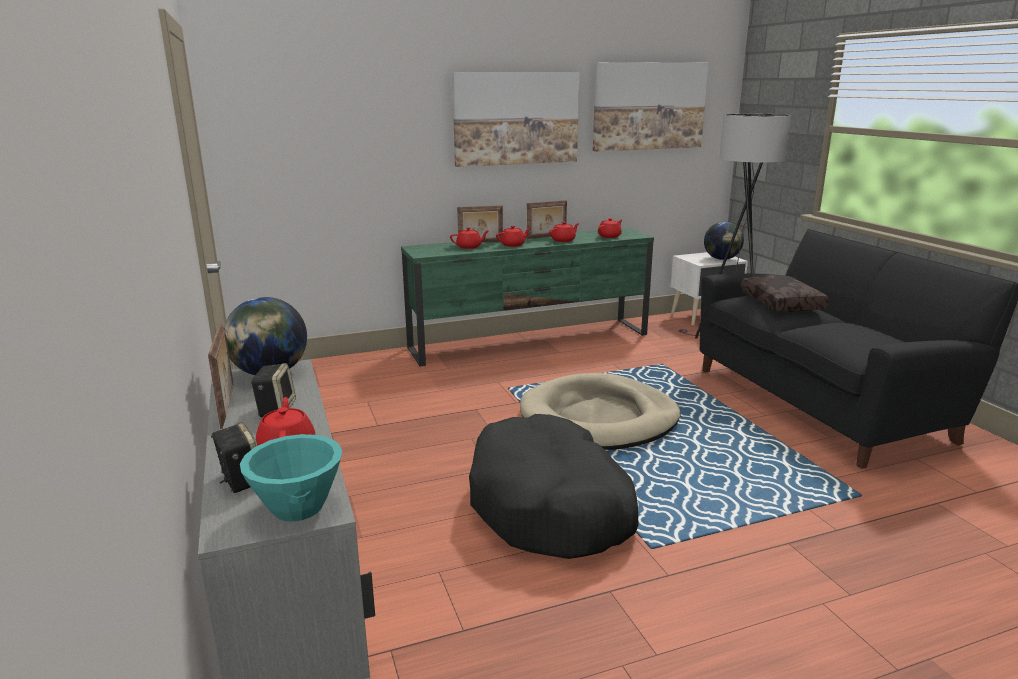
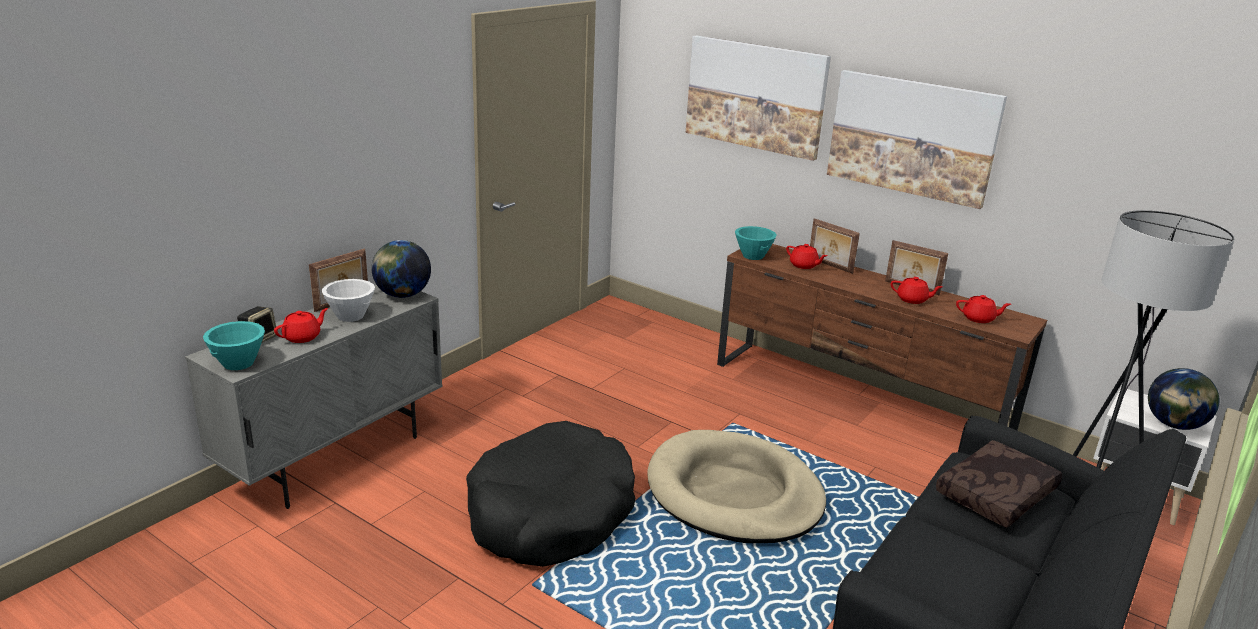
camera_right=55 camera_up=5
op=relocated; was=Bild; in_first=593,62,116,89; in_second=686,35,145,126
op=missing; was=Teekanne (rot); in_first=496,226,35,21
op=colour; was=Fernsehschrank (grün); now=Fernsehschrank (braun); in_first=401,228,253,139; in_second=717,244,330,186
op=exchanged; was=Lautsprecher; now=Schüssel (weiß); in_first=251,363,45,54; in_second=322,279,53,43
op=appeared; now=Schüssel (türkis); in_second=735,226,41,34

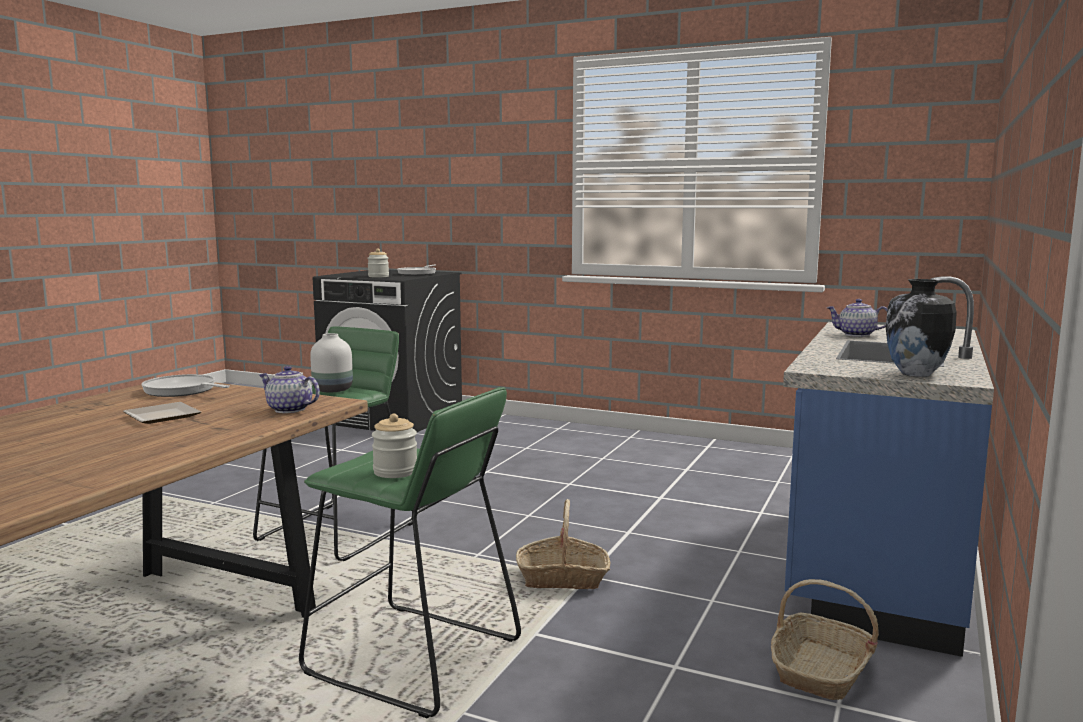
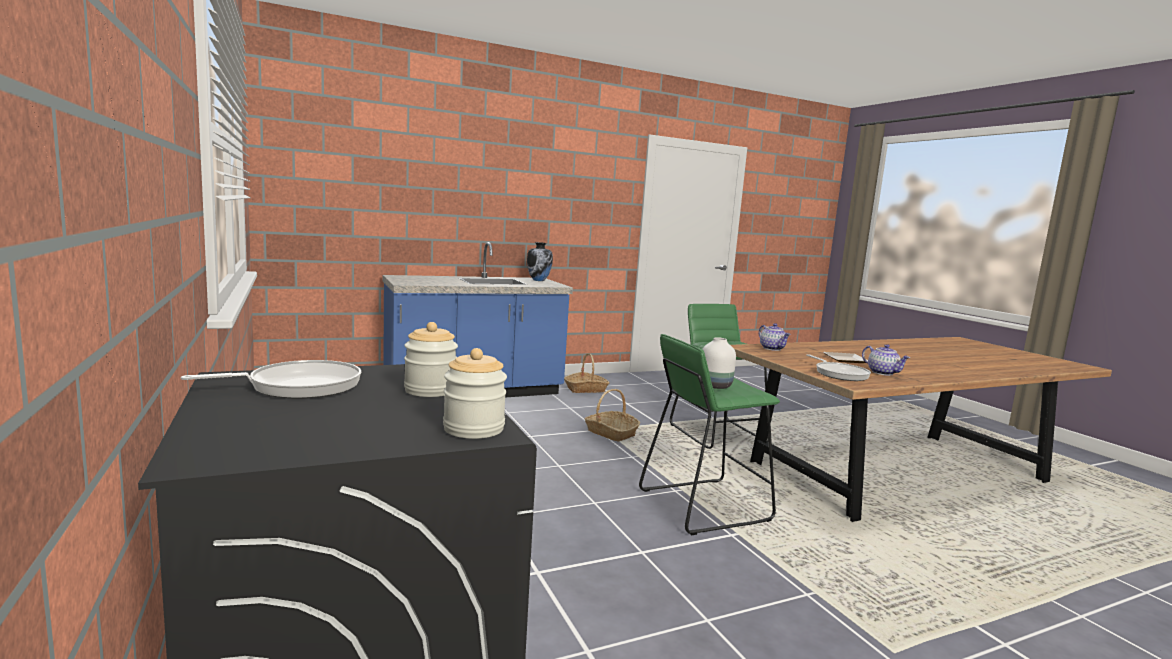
camera_right=-140 camera_up=0
op=relocated; was=Teekanne; in_first=826,299,61,38; in_second=862,344,48,32
op=relocated; was=Vorratsglas; in_first=372,414,45,64; in_second=443,348,64,91

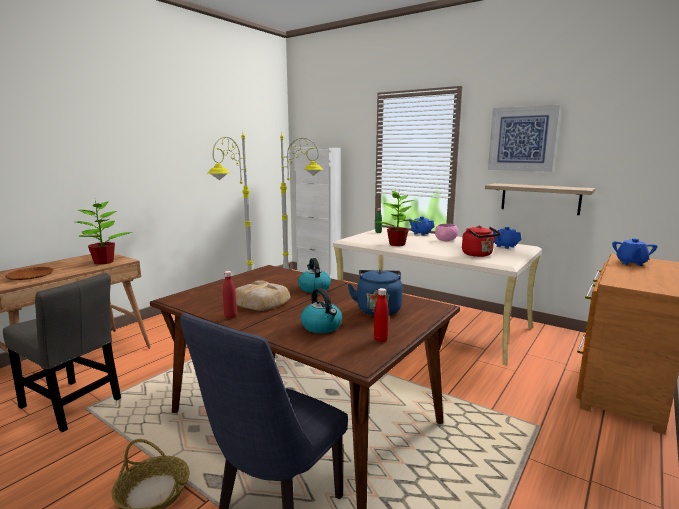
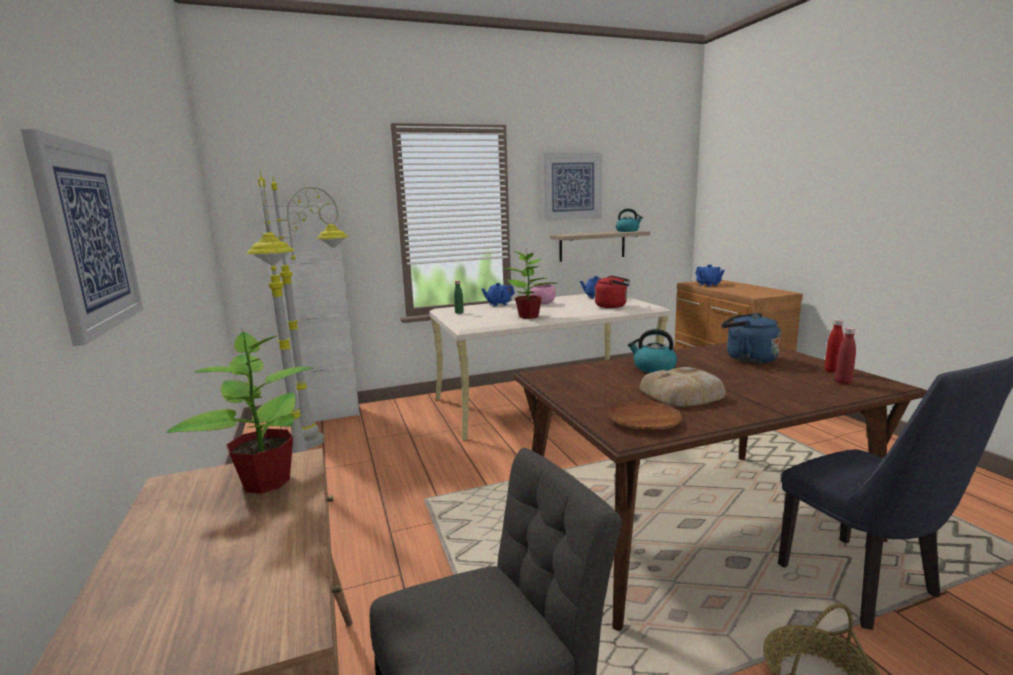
camera_right=-55 camera_up=0
op=relocated; was=Teller (braun); in_first=5,267,49,13; in_second=609,400,74,31
op=relocated; was=Flasche (rot); in_first=223,271,14,47; in_second=835,327,21,57
op=relocated; was=Wasserkessel; in_first=301,288,41,45; in_second=616,209,27,23
op=appeared; now=Bild; in_second=21,129,122,217

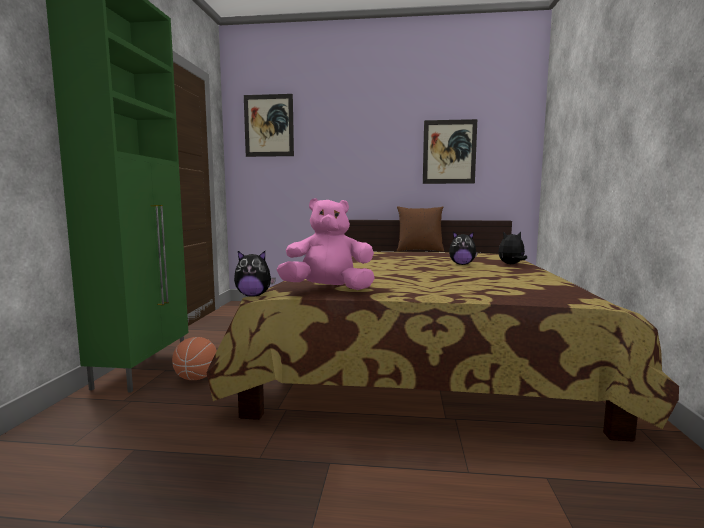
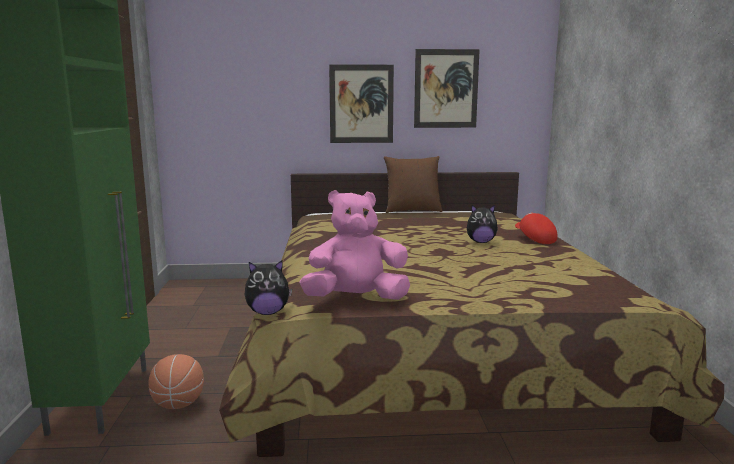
camera_right=-10 camera_up=5
op=relocated; was=Bild; in_first=244,94,50,63; in_second=329,64,65,79
op=exchanged; was=Plüschtier; now=Kappe (rot); in_first=498,232,29,32; in_second=515,213,42,31

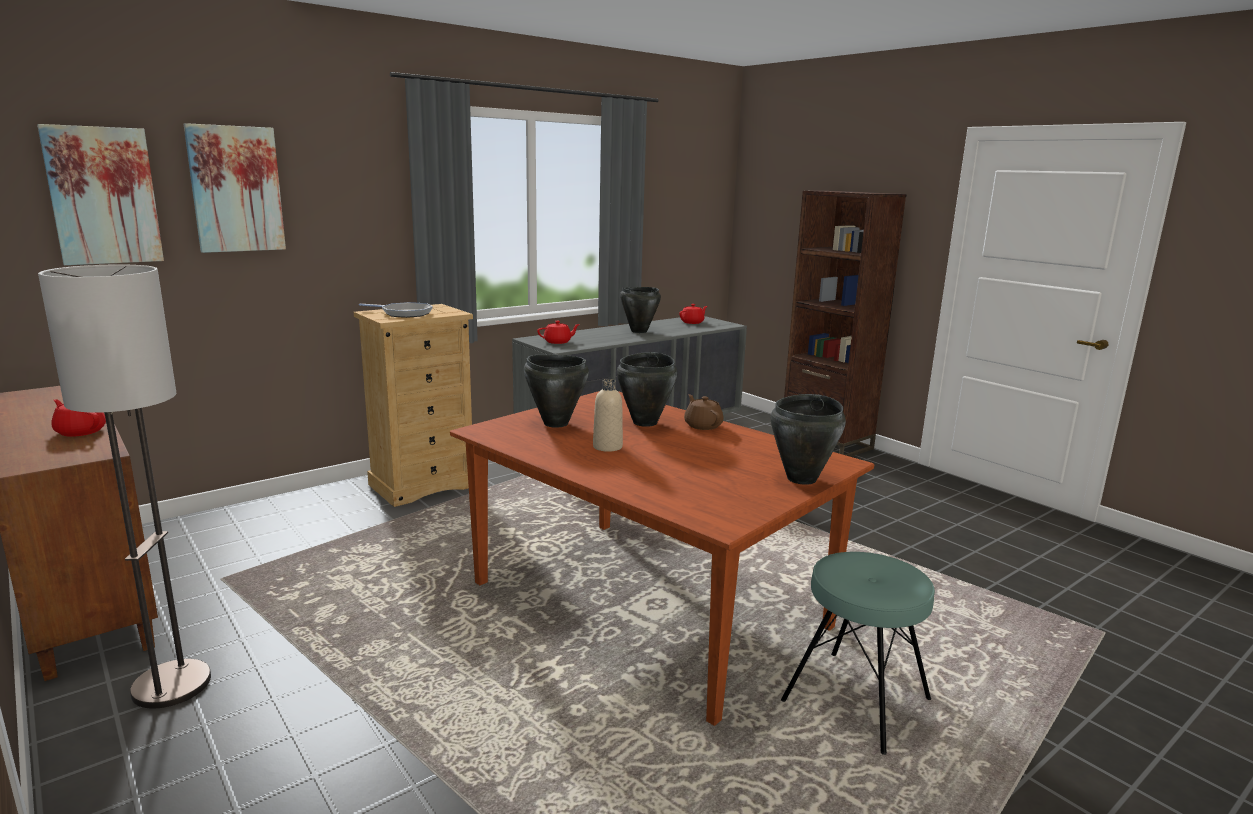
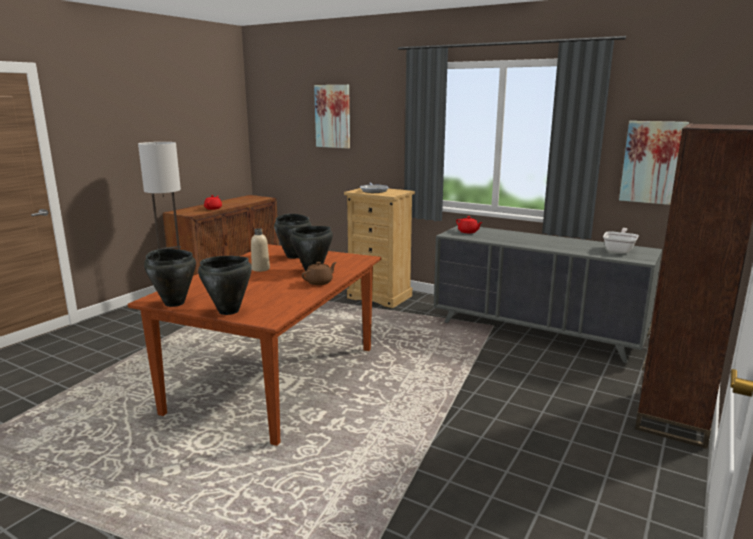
camera_right=70 camera_up=0
op=relocated; was=Bild; in_first=37,124,127,141; in_second=619,121,70,84
op=relocated; was=Kochtopf (schwarz); in_first=620,287,41,46; in_second=144,249,52,58
op=exchanged; was=Teekanne (rot); now=Pfanne; in_first=679,304,28,20; in_second=603,228,36,25
op=missing; was=Hocker (türkis); in_first=781,552,154,203

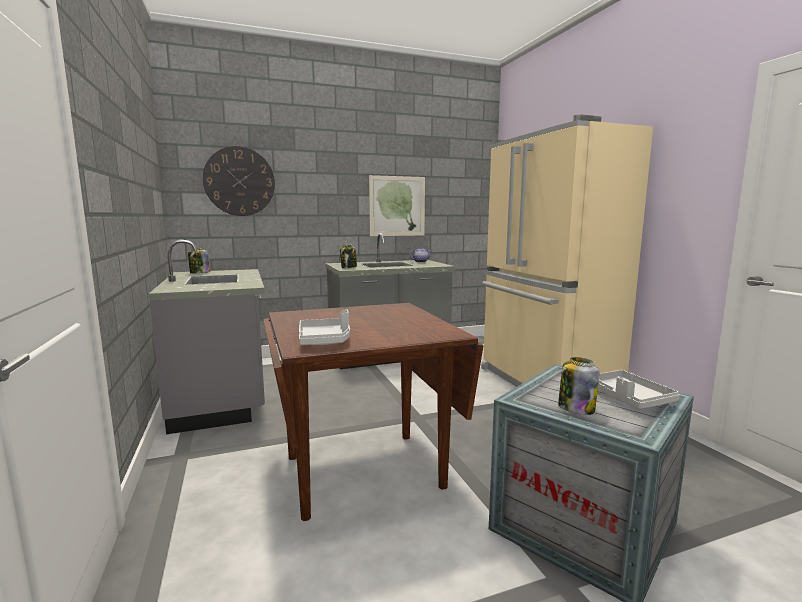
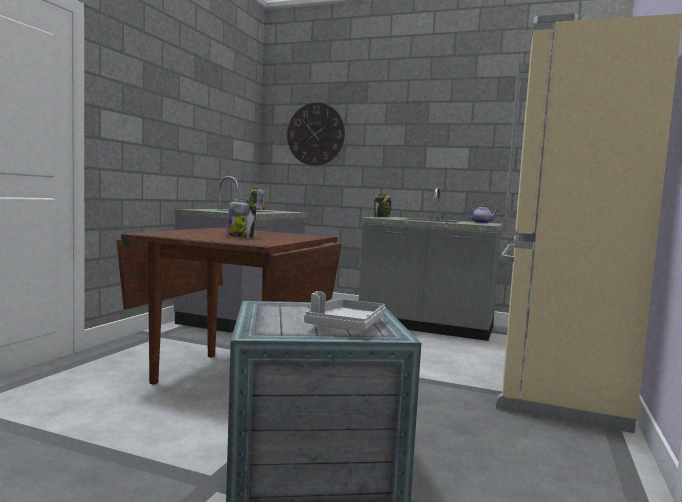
camera_right=40 camera_up=-5
op=missing; was=Bild; in_first=369,175,56,61
op=missing; was=Tablett (grau); in_first=299,310,51,35
op=relocated; was=Vorratsglas; in_first=558,357,41,58; in_second=226,199,30,39

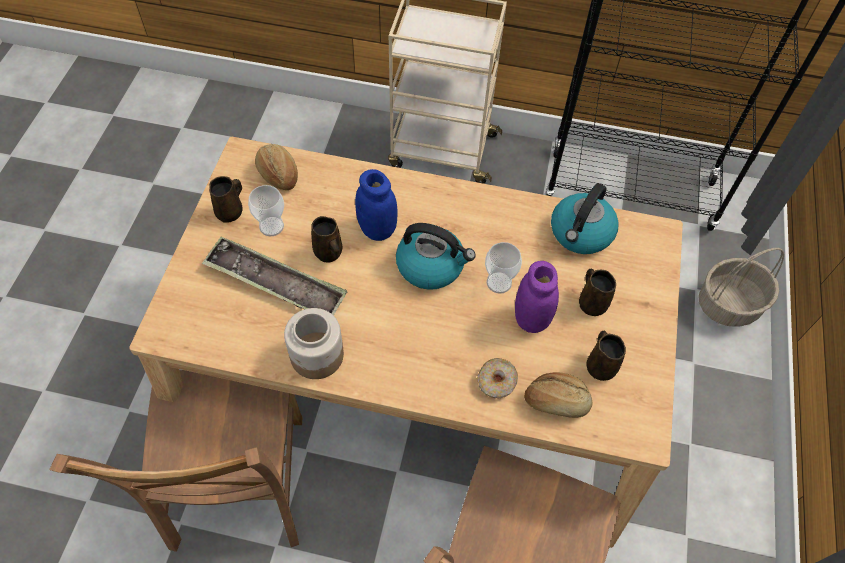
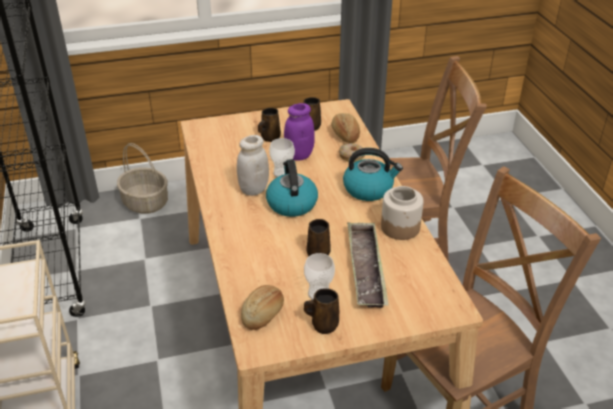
camera_right=-115 camera_up=-20
op=missing; was=Vorratsglas (blau); in_first=355,169,42,72
op=relocated; was=Wasserkessel; in_first=551,183,68,71; in_second=343,148,60,53
op=appeared; now=Vorratsglas (weiß); in_second=237,135,32,61

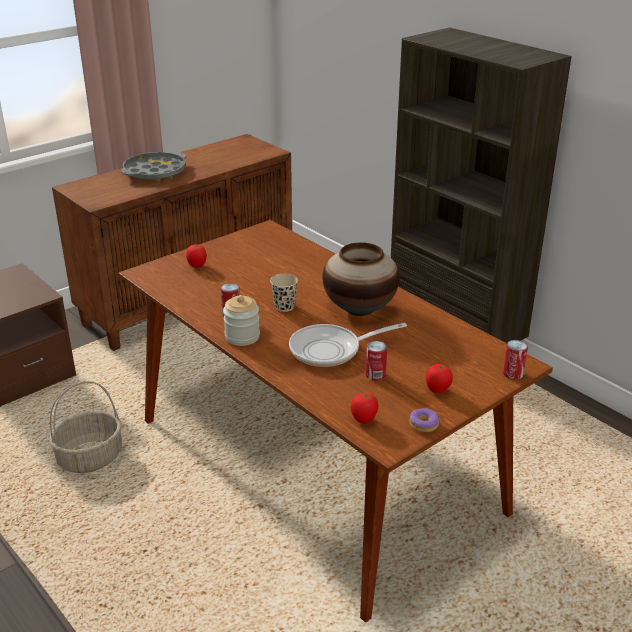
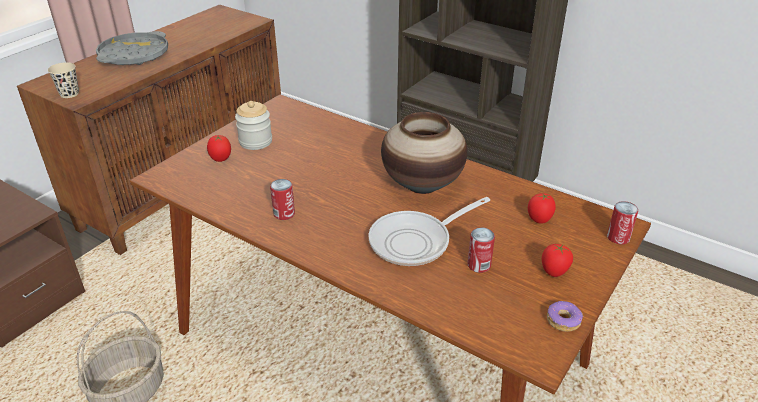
camera_right=-15 camera_up=5
op=relocated; was=Tasse (beige); in_first=270,274,28,38; in_second=48,62,31,36
op=relocated; was=Vorratsglas; in_first=223,295,37,51; in_second=235,101,37,49
op=relocated; was=Tomate; in_first=351,393,27,31; in_second=528,193,28,31

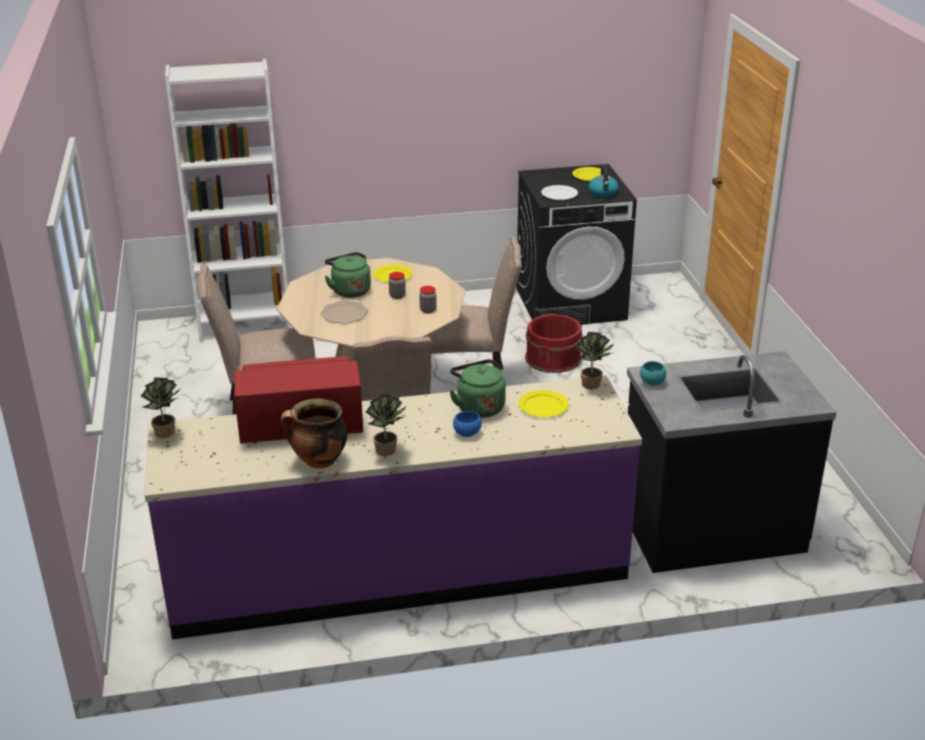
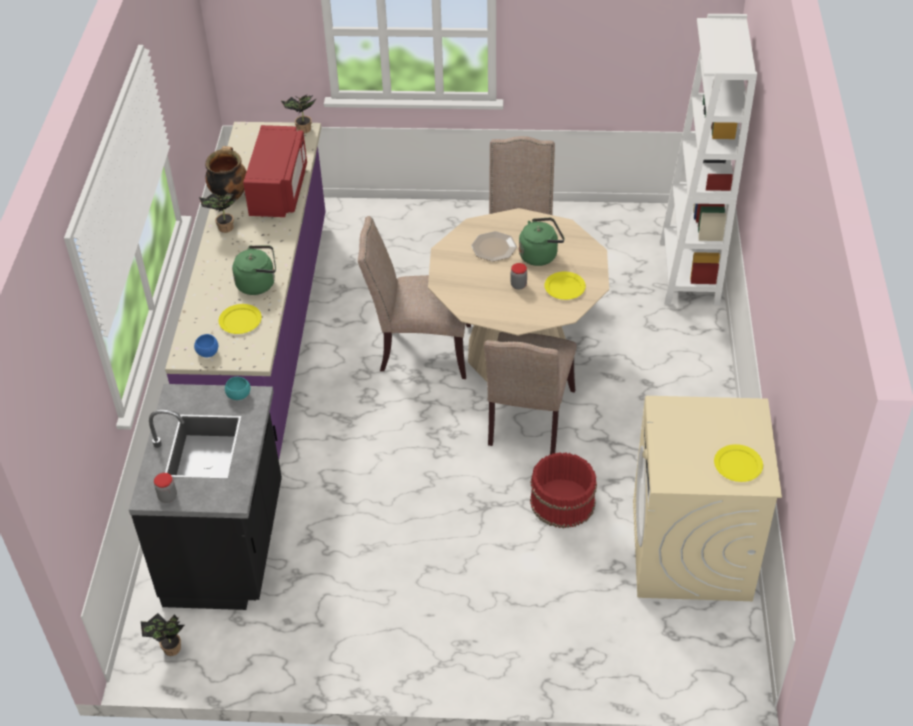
camera_right=105 camera_up=15
op=colour; was=Waschmaschine (schwarz); now=Waschmaschine (beige); in_first=516,164,121,161; in_second=633,396,149,205
op=missing; was=Wasserkessel; in_first=589,165,30,33
op=missing; was=Teller (weiß); in_first=541,185,37,15
op=relocated; was=Vorratsglas; in_first=419,286,18,27; in_second=154,473,23,30
op=relocated; was=Topfpflanze; in_first=576,332,38,57; in_second=141,613,44,43
op=relocated; was=Schüssel (blau); in_first=453,411,29,26; in_second=194,334,24,23

